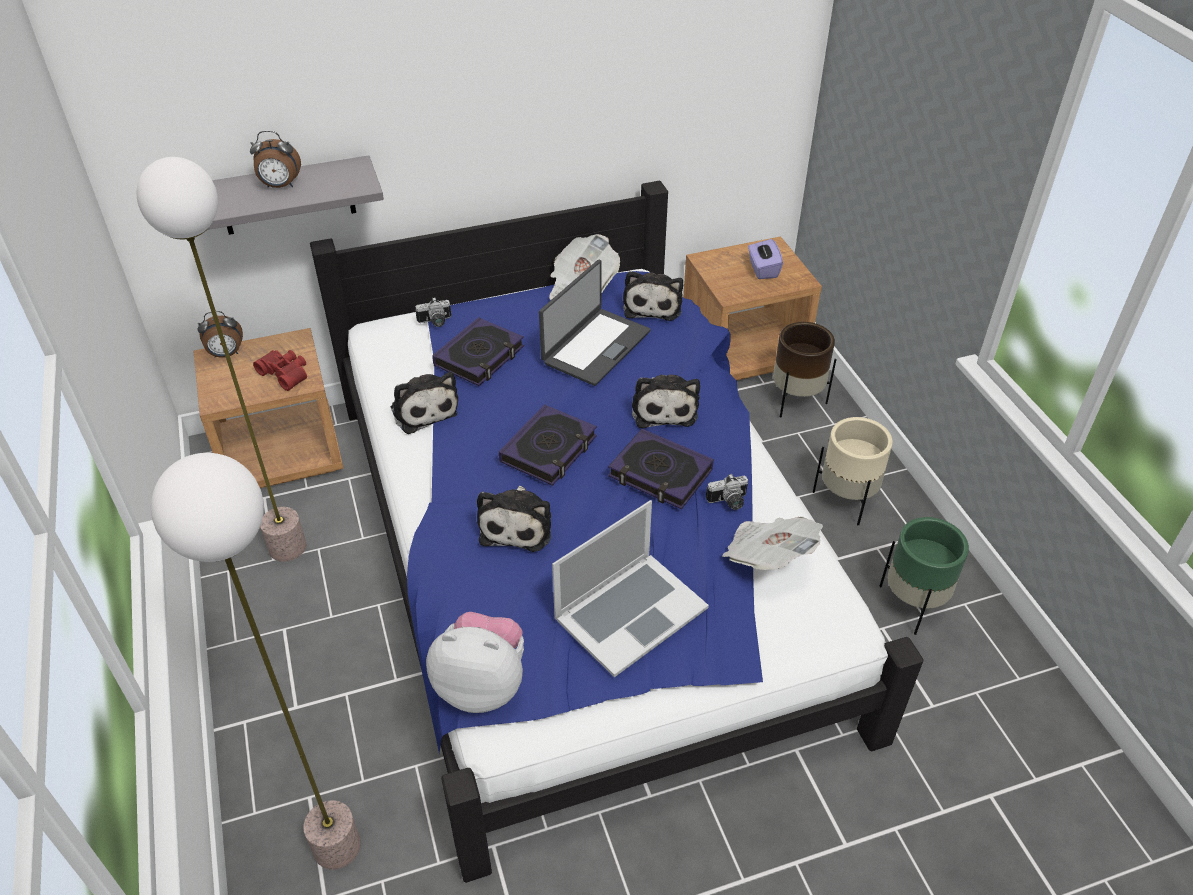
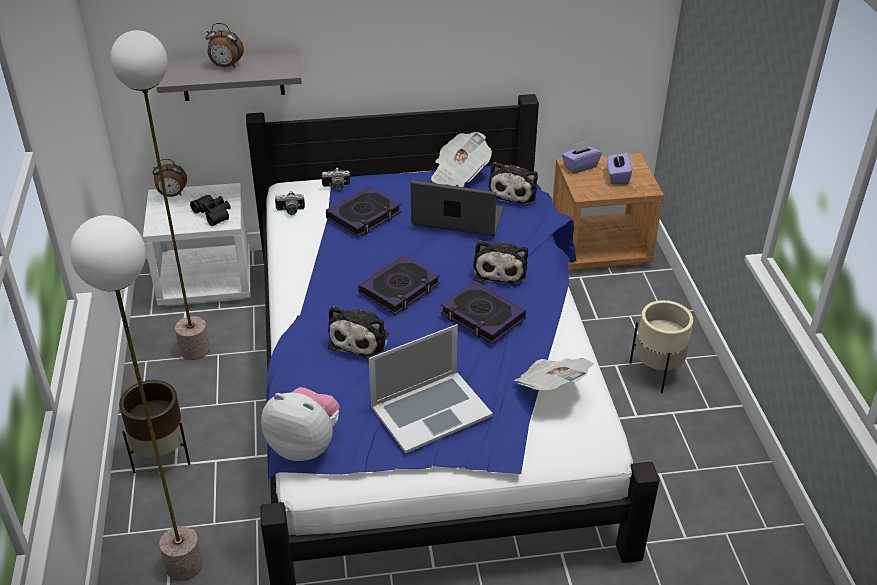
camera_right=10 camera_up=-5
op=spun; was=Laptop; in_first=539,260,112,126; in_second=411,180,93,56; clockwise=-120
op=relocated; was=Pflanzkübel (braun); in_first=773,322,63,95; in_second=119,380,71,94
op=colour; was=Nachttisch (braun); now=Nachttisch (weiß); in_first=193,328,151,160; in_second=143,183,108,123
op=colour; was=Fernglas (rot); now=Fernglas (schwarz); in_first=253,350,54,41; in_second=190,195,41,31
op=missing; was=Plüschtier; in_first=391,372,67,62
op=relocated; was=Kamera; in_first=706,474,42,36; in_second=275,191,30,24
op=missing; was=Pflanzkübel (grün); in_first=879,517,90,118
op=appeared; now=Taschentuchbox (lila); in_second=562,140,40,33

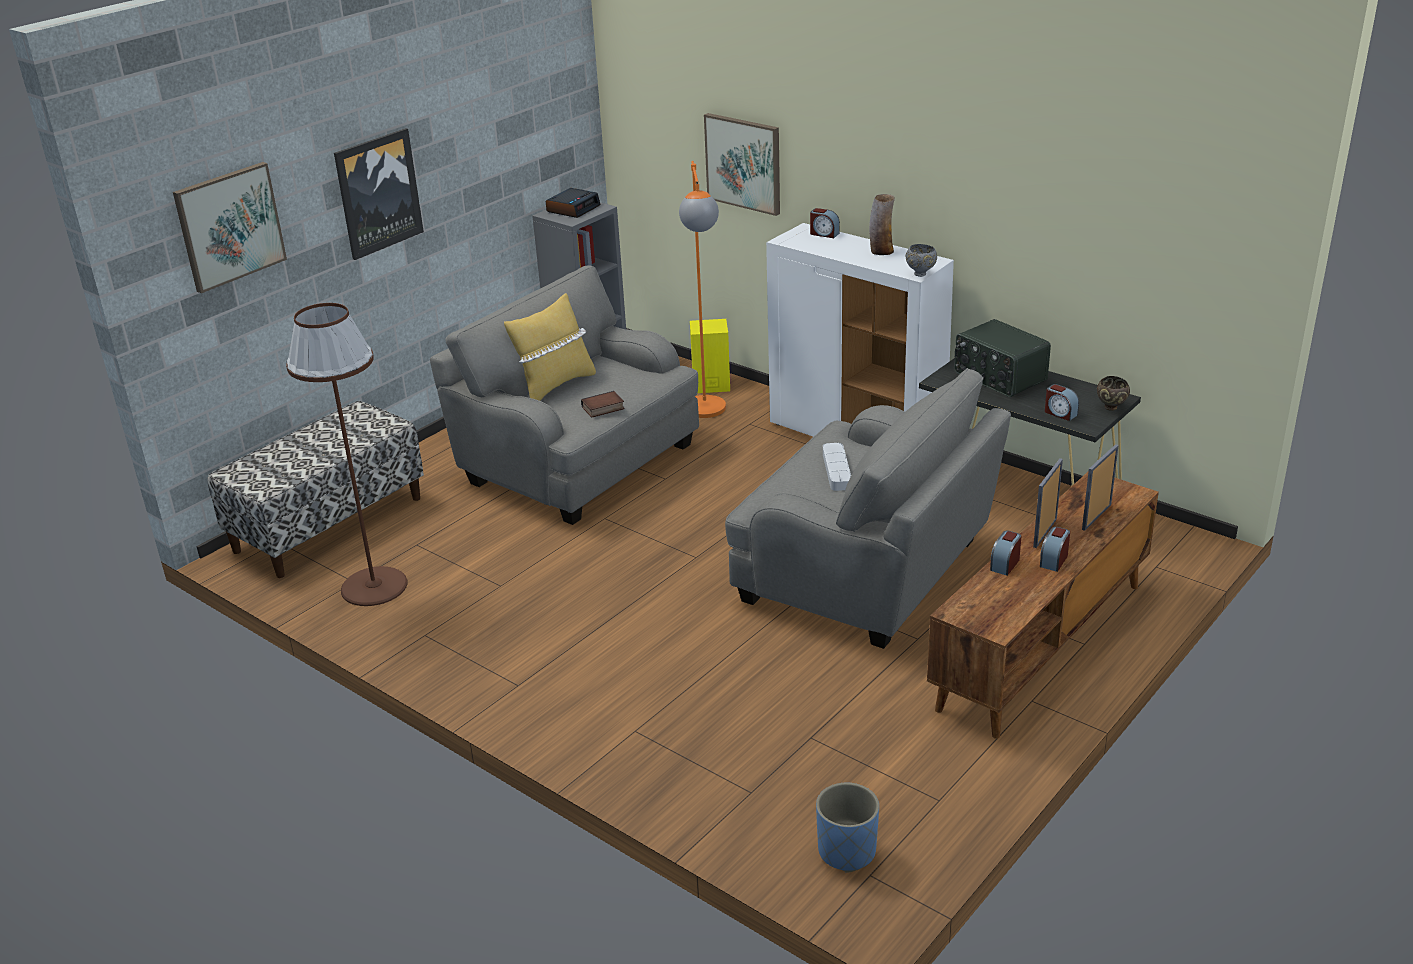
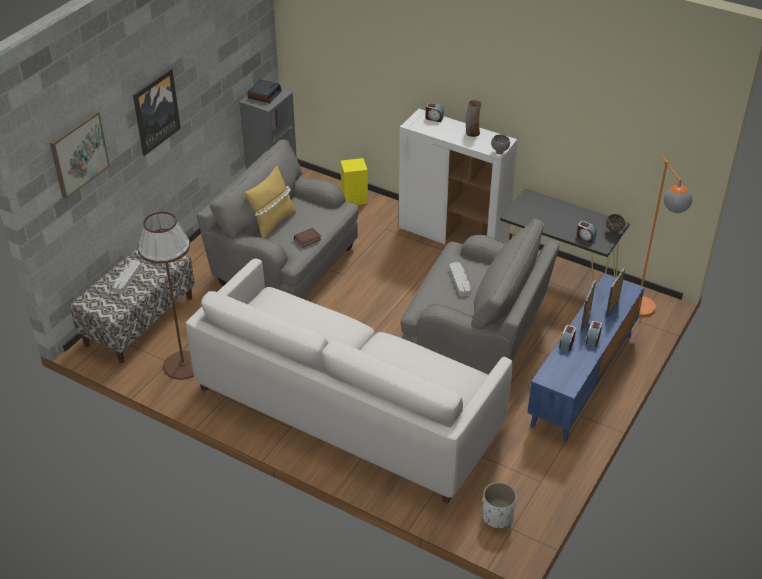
camera_right=-10 camera_up=10
op=missing; was=Bild; in_first=704,113,76,103
op=relocated; was=Stehlampe (orange); in_first=679,161,47,257; in_second=639,156,53,161
op=missing; was=Radio; in_first=954,319,97,78
op=colour; was=Fernsehschrank (braun); now=Fernsehschrank (blau); in_first=927,472,232,267; in_second=527,274,117,167
op=colour; was=Pflanzkübel (blau); now=Pflanzkübel (weiß); in_first=816,783,63,90; in_second=482,482,35,47
op=appeared; now=Sofa (weiß); in_second=186,258,327,246
op=appeared; now=Tablett (grau); in_second=112,260,29,33

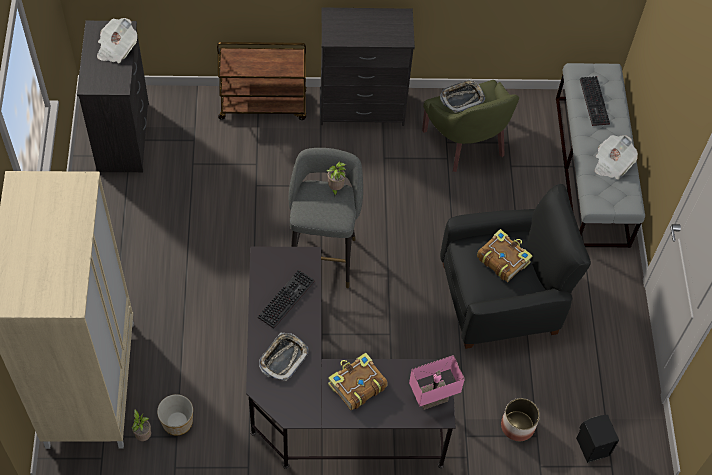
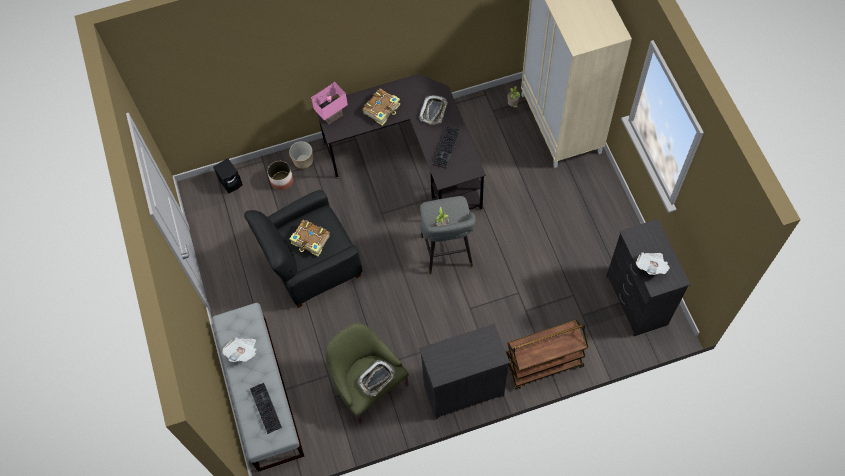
camera_right=170 camera_up=5
op=relocated; was=Pflanzkübel; in_first=157,394,36,41; in_second=289,141,24,28

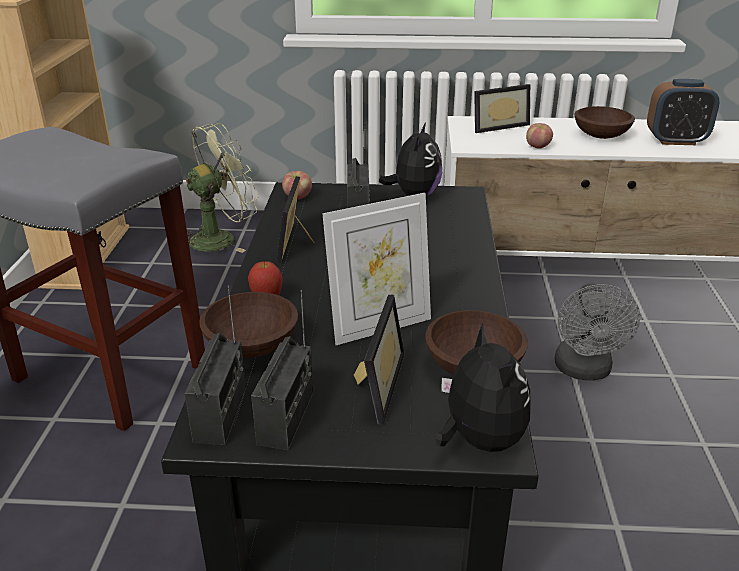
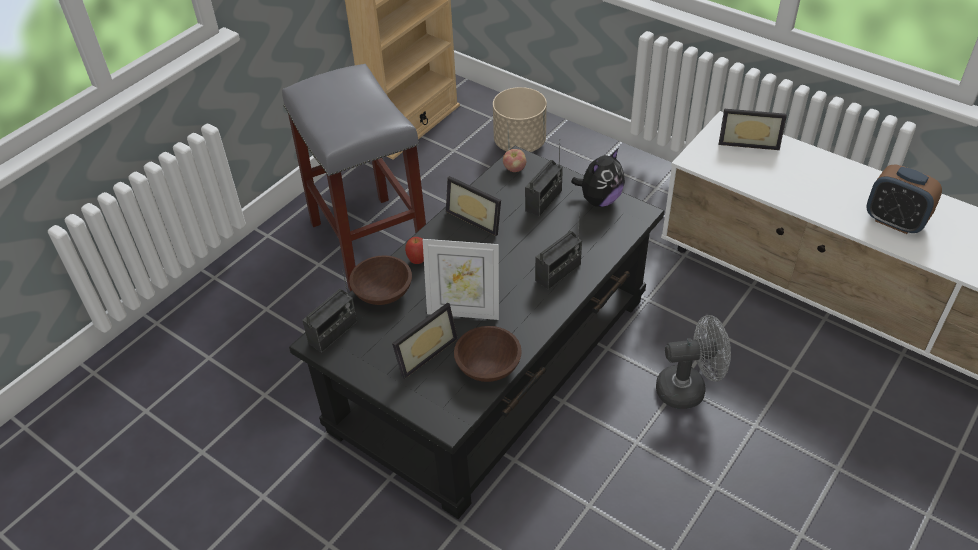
camera_right=35 camera_up=15
op=missing; was=Schüssel (braun); in_first=574,106,61,33
op=exchanged; was=Ventilator (grün); now=Pflanzkübel (beige); in_first=186,123,73,130; in_second=493,87,54,65
op=missing; was=Apfel; in_first=526,123,27,26
op=spun; was=Bilderrahmen; in_first=277,176,38,87; in_second=446,176,55,60; clockwise=-90
op=spun; was=Ventilator (grau); in_first=554,283,86,97; in_second=656,315,75,94; clockwise=-135
op=relocated; was=Radio; in_first=251,290,62,160; in_second=535,212,47,78
op=missing; was=Plüschtier; in_first=435,324,96,128

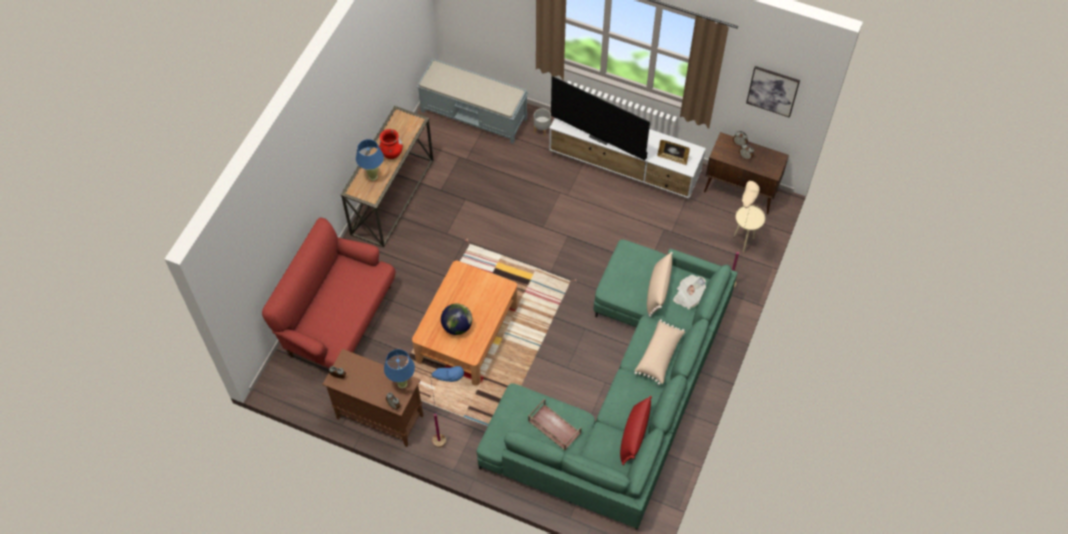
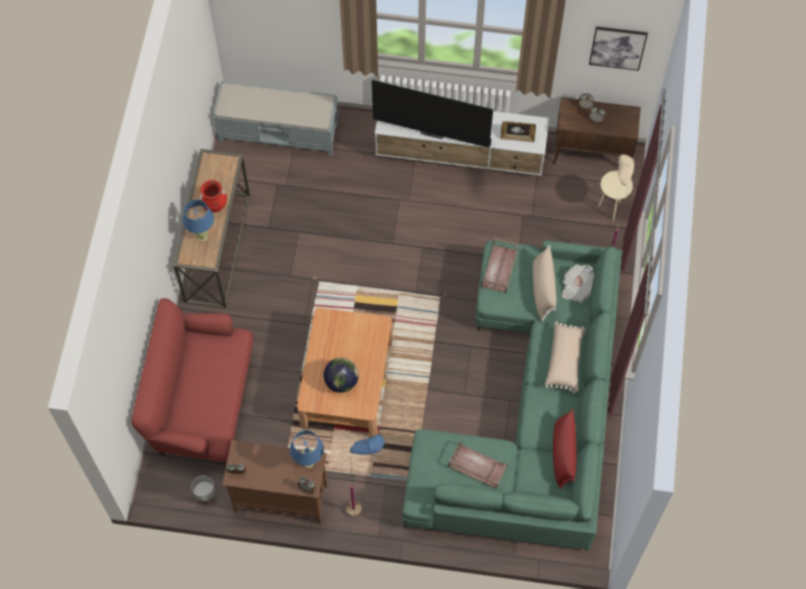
camera_right=-15 camera_up=5
op=relocated; was=Pflanzkübel (grau); in_first=534,109,17,27; in_second=191,475,25,30
op=appeared; now=Tablett (braun); in_second=481,238,37,55

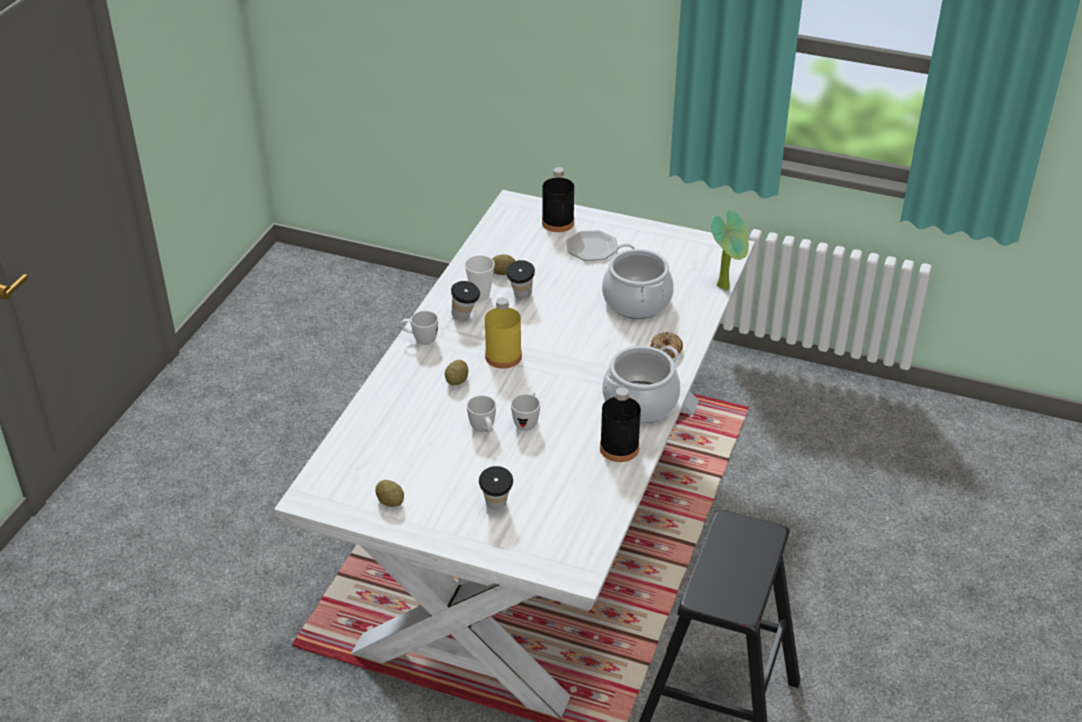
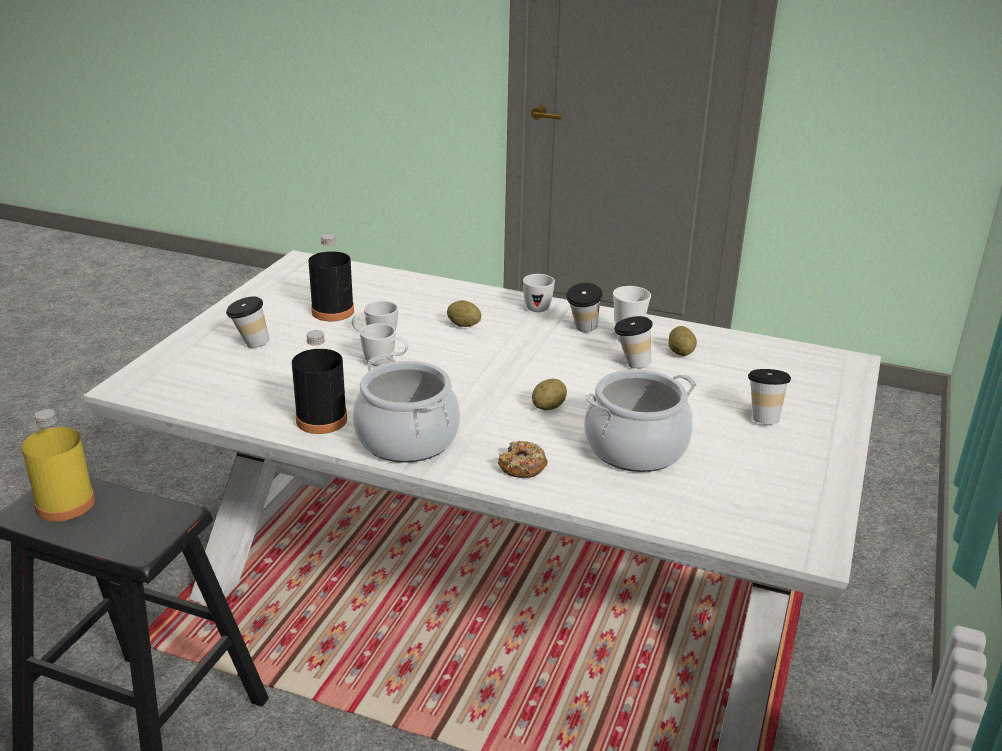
camera_right=90 camera_up=-10
op=relocated; was=Flasche (schwarz); in_first=542,167,32,65; in_second=308,234,46,87
op=missing; was=Topfpflanze; in_first=711,210,38,81
op=exchanged; was=Teller; now=Tasse; in_first=566,230,51,31; in_second=748,369,43,55
op=relocated; was=Flasche (gelb); in_first=485,297,37,72; in_second=21,409,74,113
op=relocated; was=Kartoffel; in_first=375,480,29,27; in_second=532,379,35,31

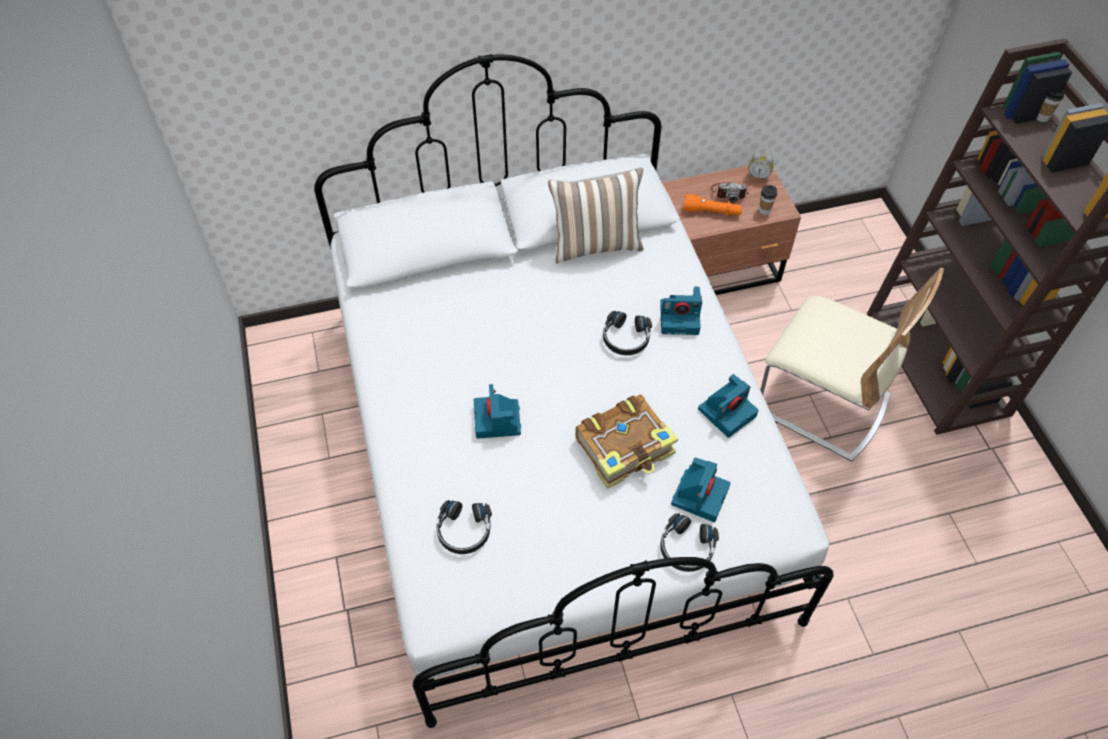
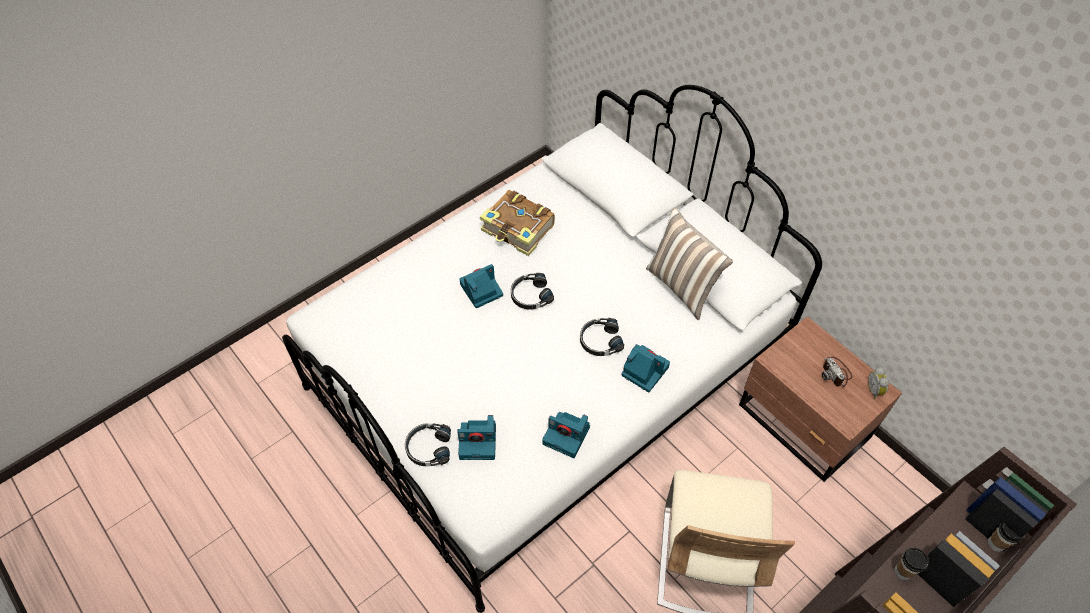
camera_right=65 camera_up=0
op=relocated; was=Tasse; in_first=759,185,18,30; in_second=894,548,35,32
op=missing; was=Taschenlampe (orange); in_first=683,194,59,22
op=spun; was=Kamera; in_first=660,287,42,48; in_second=621,344,49,48; clockwise=150
op=relocated; was=Buch; in_first=575,394,103,95; in_second=480,190,75,66
op=relocated; was=Kopfhörer (schwarz); in_first=436,500,56,54; in_second=511,273,43,37

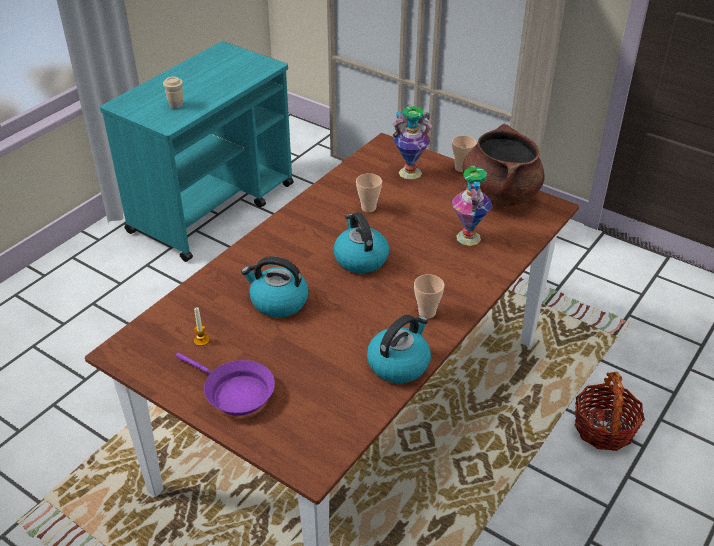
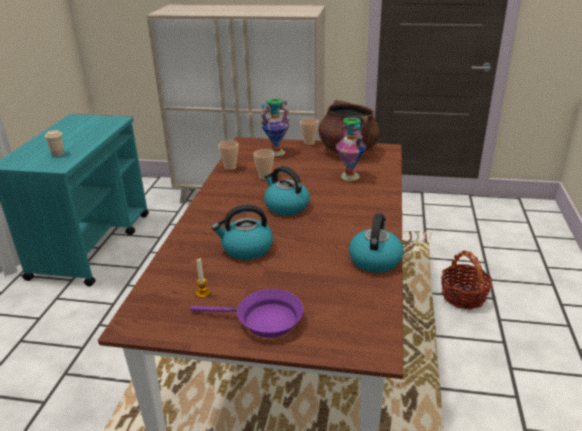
camera_right=-25 camera_up=-10
op=relocated; was=Tasse; in_first=414,274,30,45; in_second=218,141,20,29

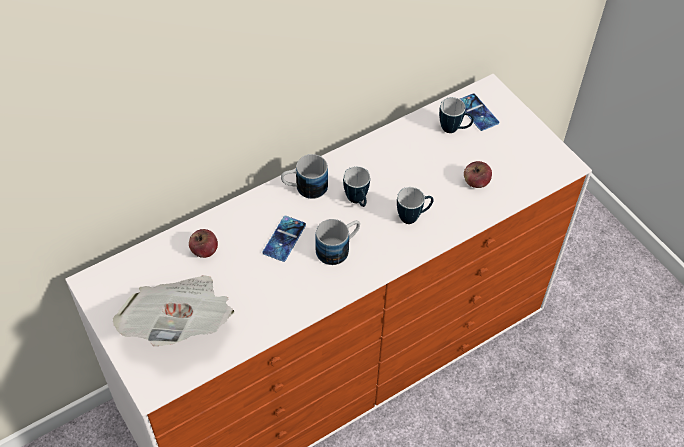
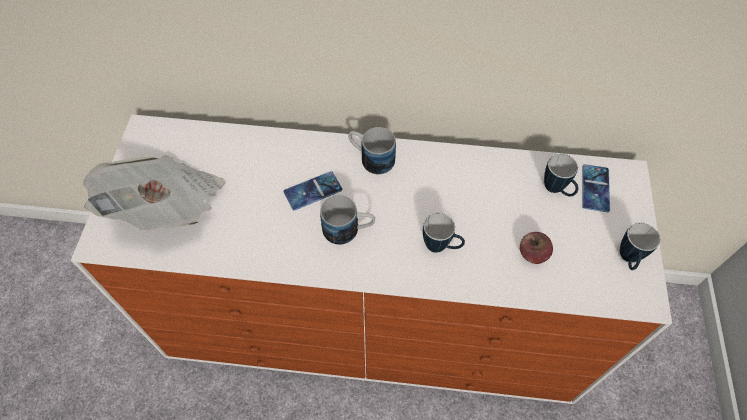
camera_right=40 camera_up=5
op=relocated; was=Henkelbecher; in_first=343,166,27,41; in_second=620,223,40,47
op=missing; was=Apfel; in_first=189,229,29,29

